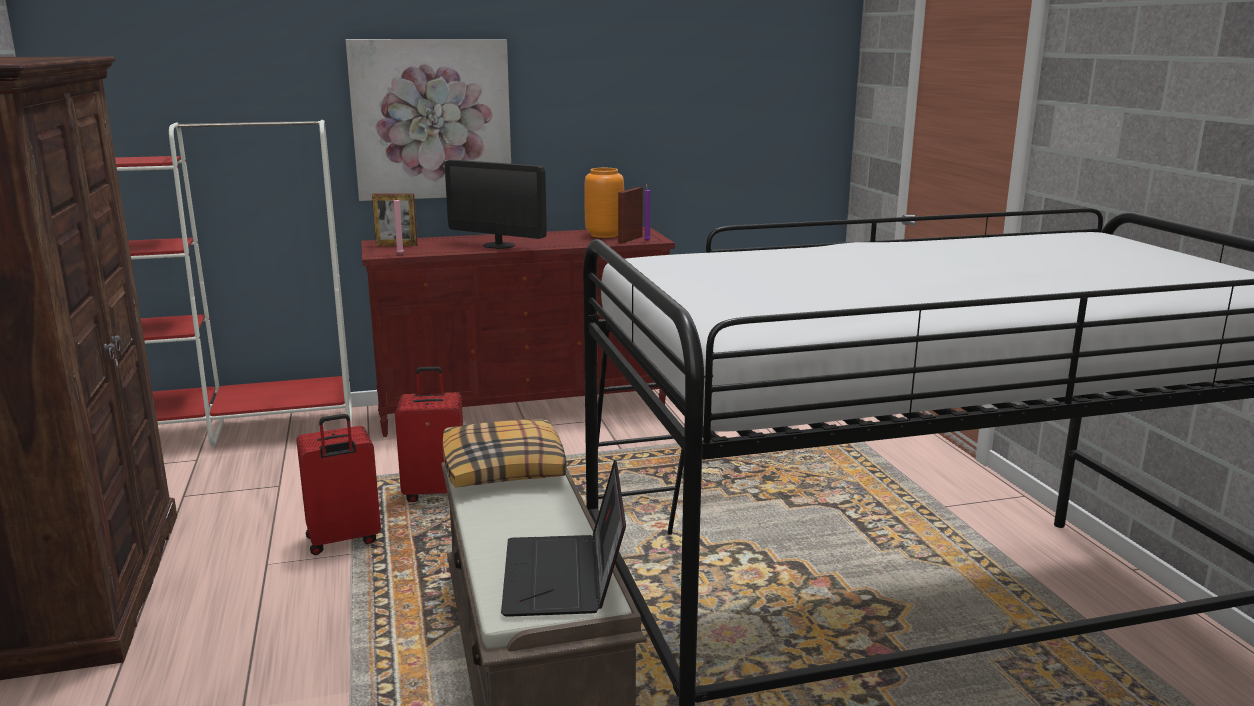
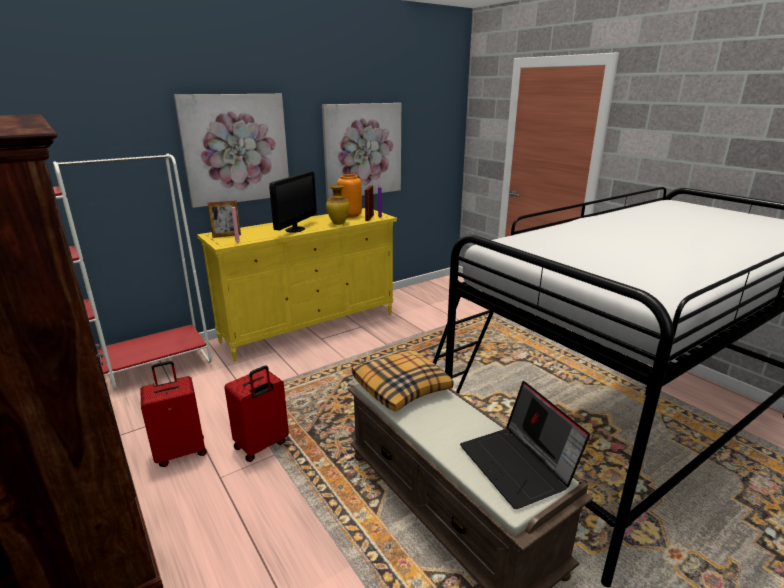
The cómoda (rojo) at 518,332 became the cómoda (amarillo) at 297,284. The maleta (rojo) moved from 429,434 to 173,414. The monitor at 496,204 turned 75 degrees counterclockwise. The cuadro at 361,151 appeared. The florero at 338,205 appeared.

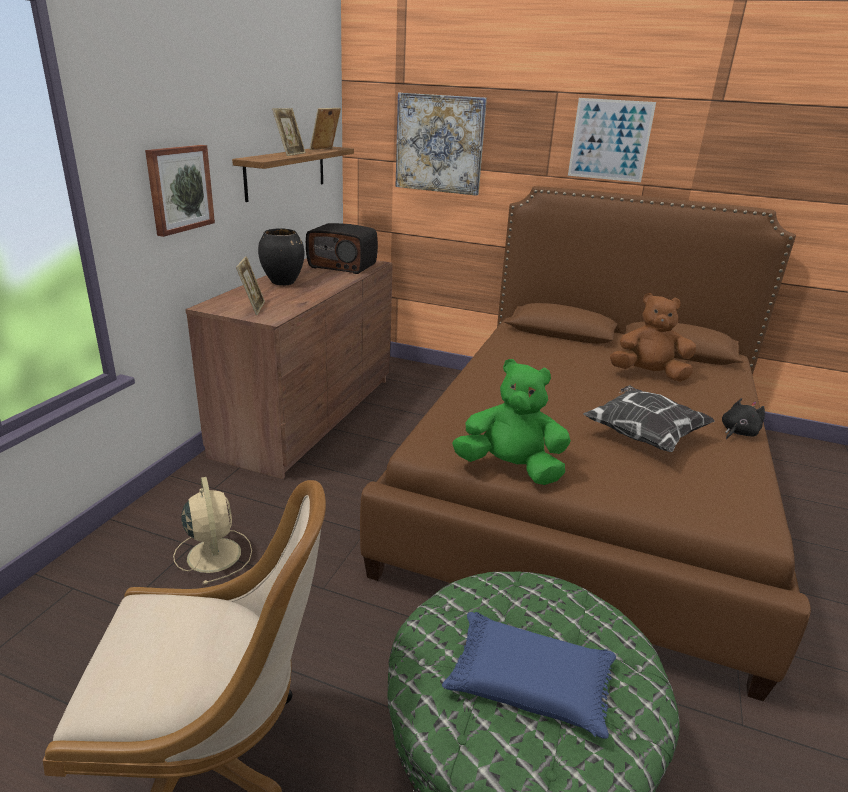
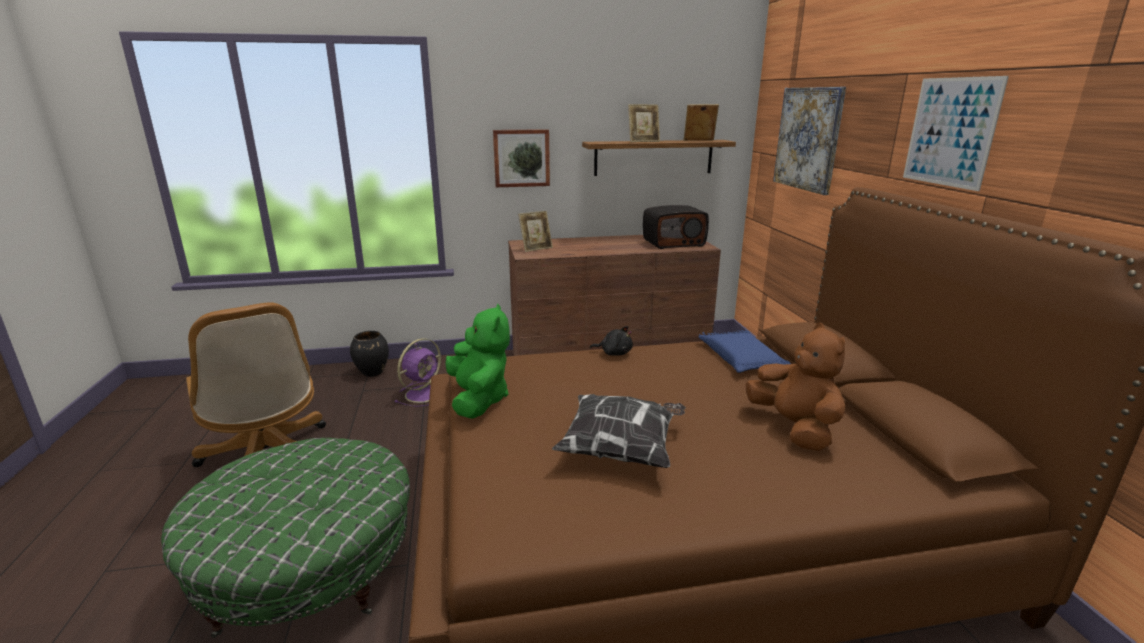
The ventilador (beis) at 212,531 became the ventilador (morado) at 418,372. The florero (negro) moved from 281,256 to 369,354. The radio at 342,248 turned 90 degrees counterclockwise. The cojín (azul) moved from 529,675 to 744,351. The peluche (negro) moved from 743,418 to 611,341.

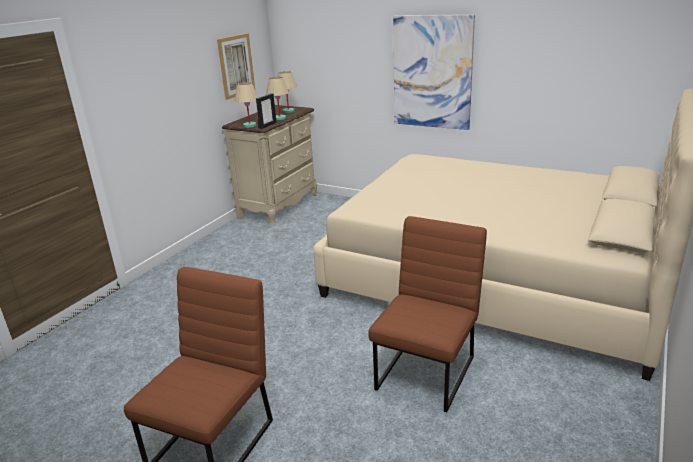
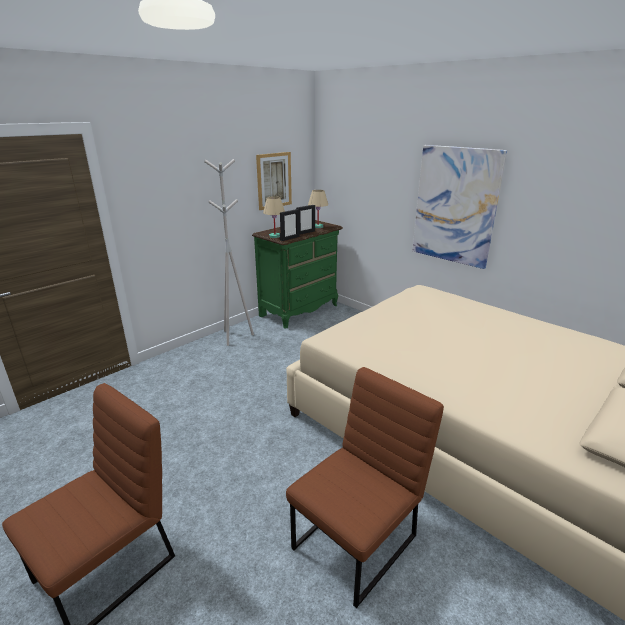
The cómoda (beis) at 269,165 became the cómoda (verde) at 297,274. The lámpara de mesa (beis) at 277,98 was replaced by the portarretratos at 305,220. The perchero (gris) at 229,252 appeared.

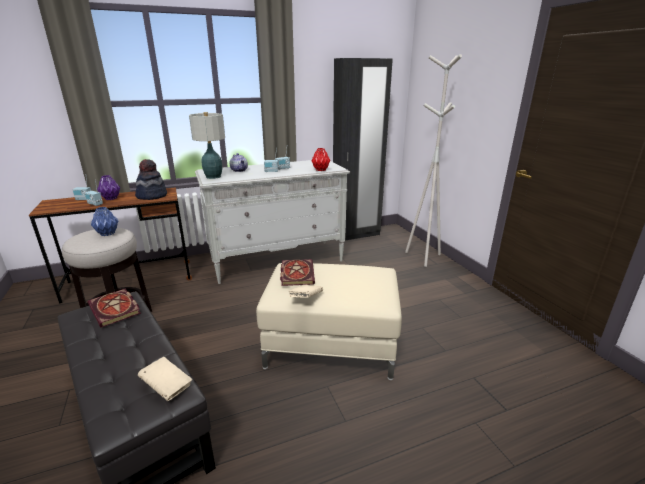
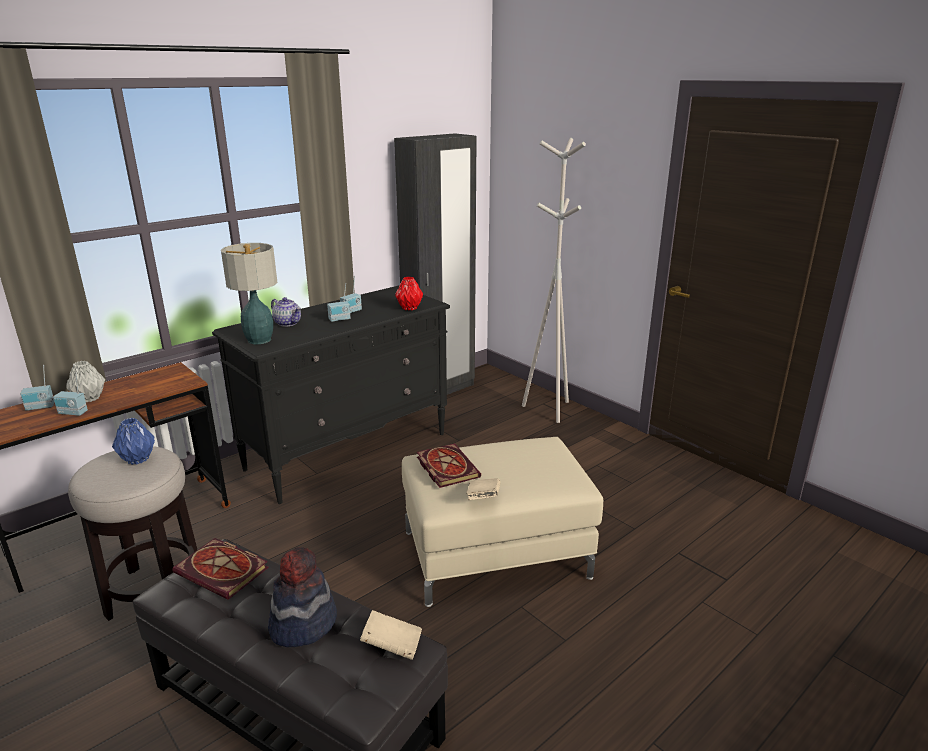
The florero (morado) at 108,187 became the florero (gris) at 85,382. The sombrero moved from 151,179 to 302,597. The cómoda (blanco) at 272,222 became the cómoda (negro) at 331,395.

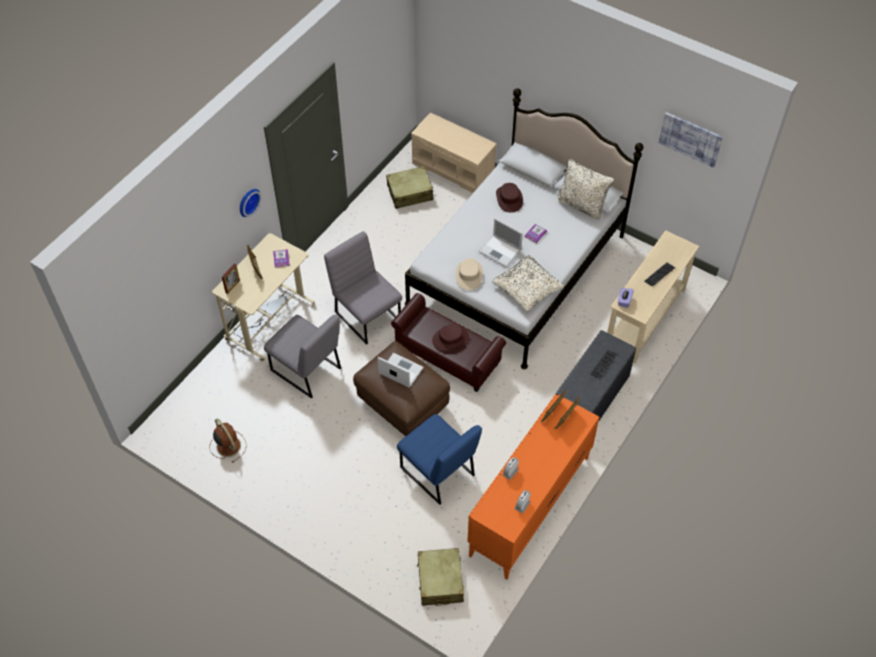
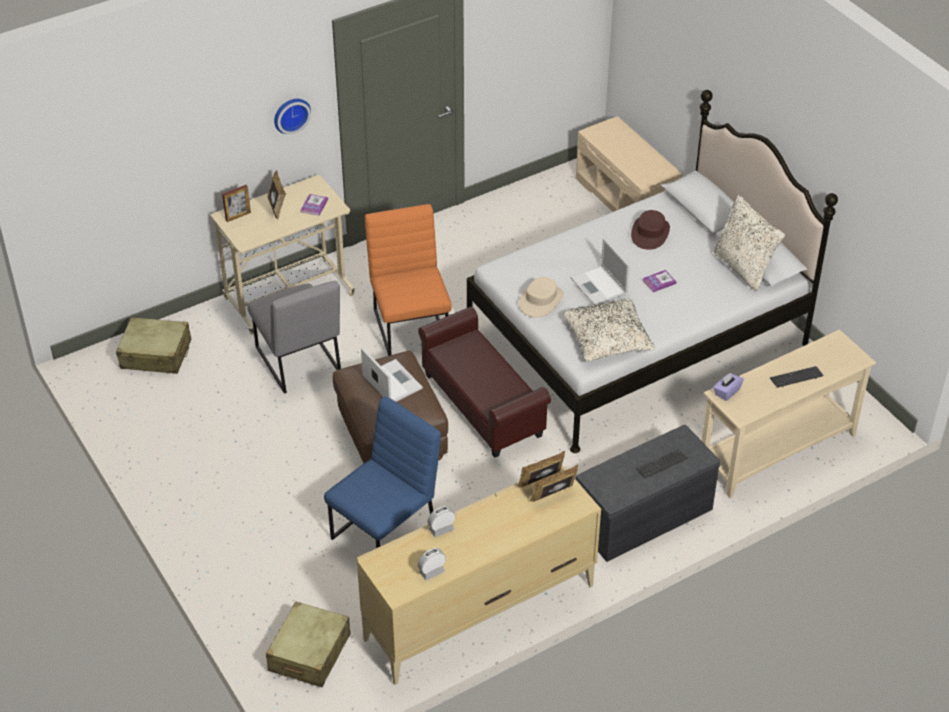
The ventilador (marrón) at 228,440 disappeared. The silla (gris) at 363,288 became the silla (naranja) at 408,280. The maleta (beis) moved from 409,187 to 153,345. The silla (azul) at 439,459 turned 120 degrees counterclockwise. The sombrero (marrón) at 450,337 disappeared. The cómoda (naranja) at 533,487 became the cómoda (beis) at 479,575. The cuadro at 691,140 disappeared.

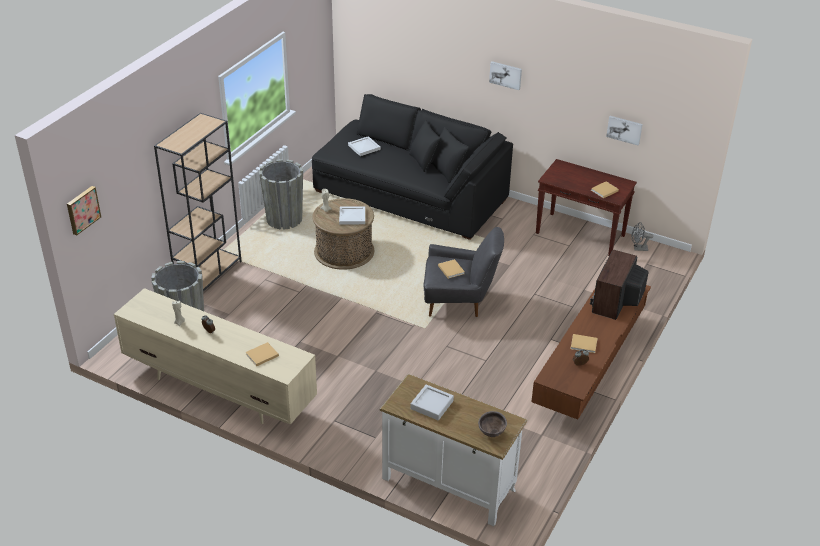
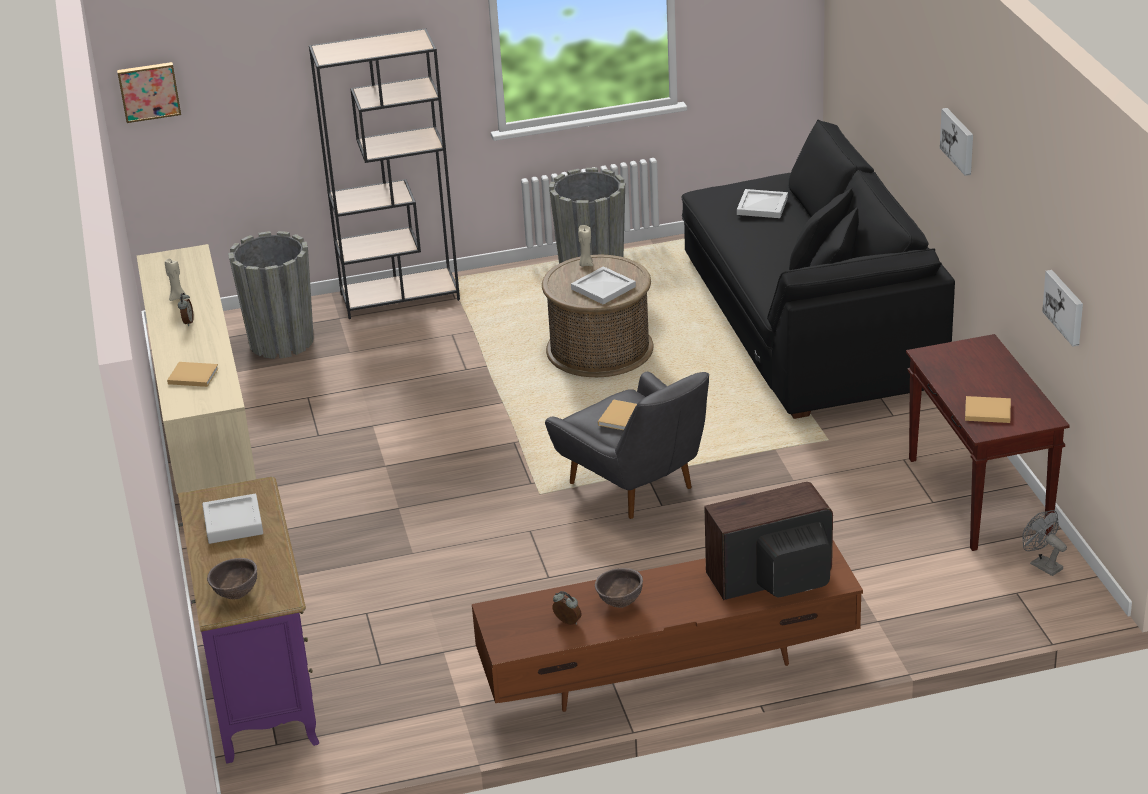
The cómoda (blanco) at 453,450 became the cómoda (morado) at 248,620. The libro (beis) at 584,343 was replaced by the cuenco (marrón) at 619,588.

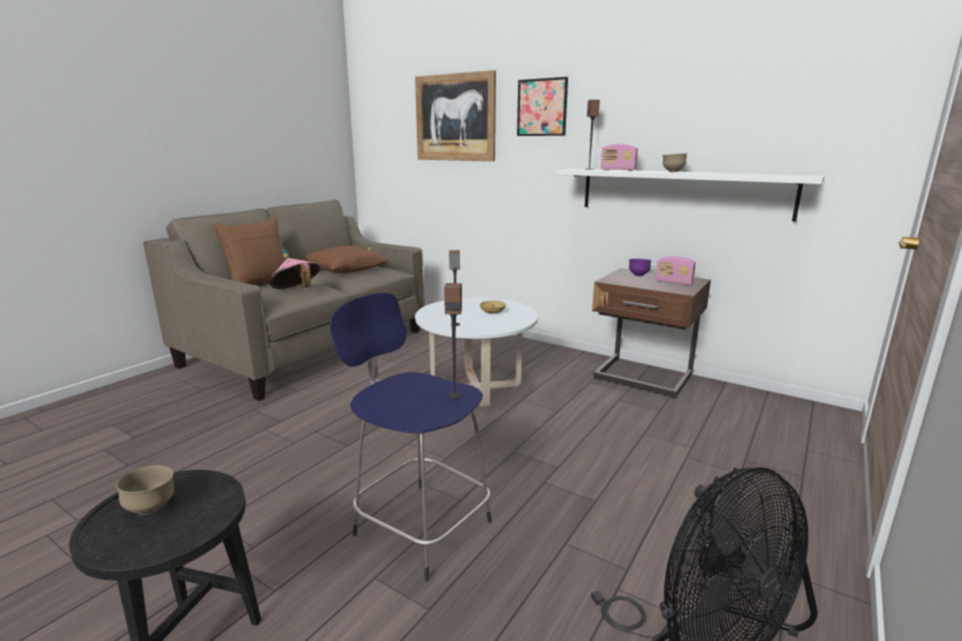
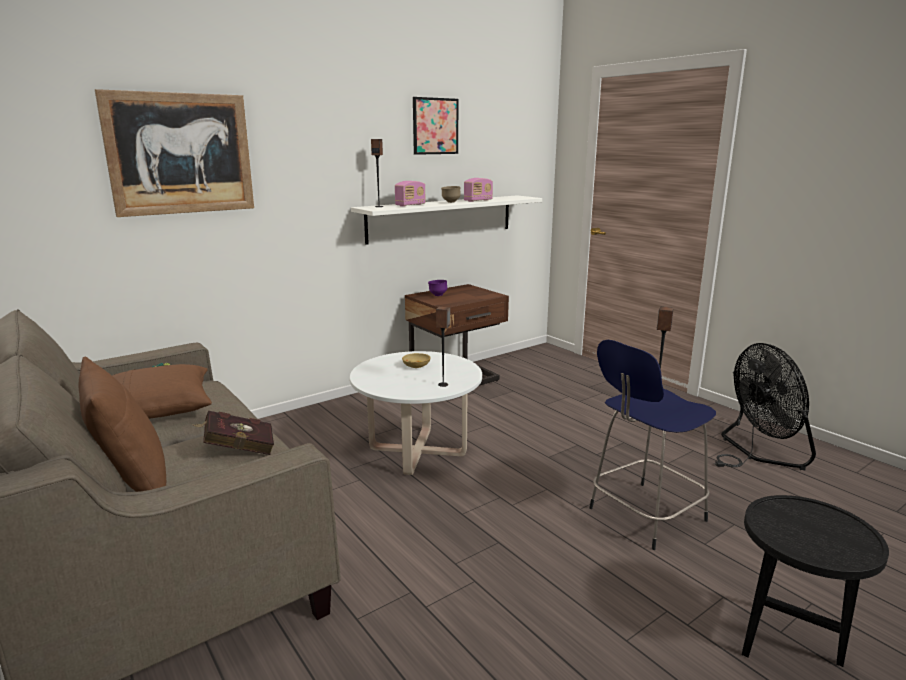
The cuenco (marrón) at 145,490 disappeared. The sombrero (rosa) at 294,273 was replaced by the libro (rojo) at 233,433. The cuadro moved from 542,106 to 435,126. The radio moved from 676,270 to 478,190.

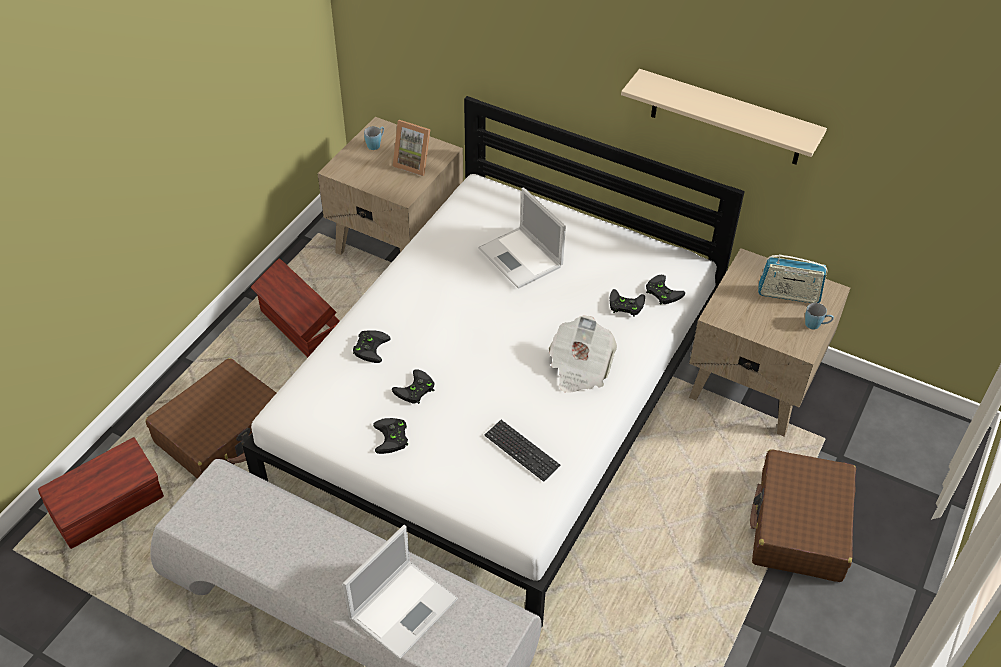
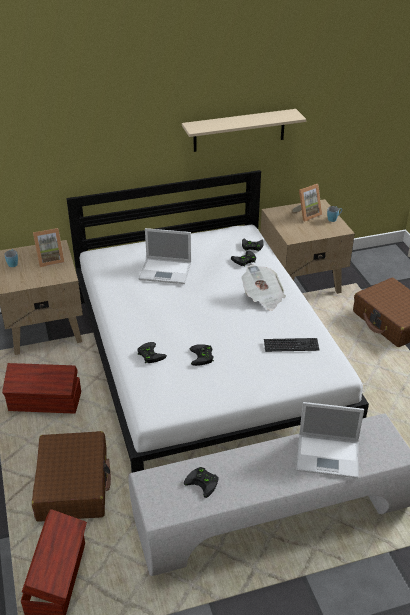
The portátil at 400,592 turned 105 degrees clockwise. The mando de consola (negro) moved from 390,436 to 201,482. The radio at 793,278 was replaced by the portarretratos at 307,202.

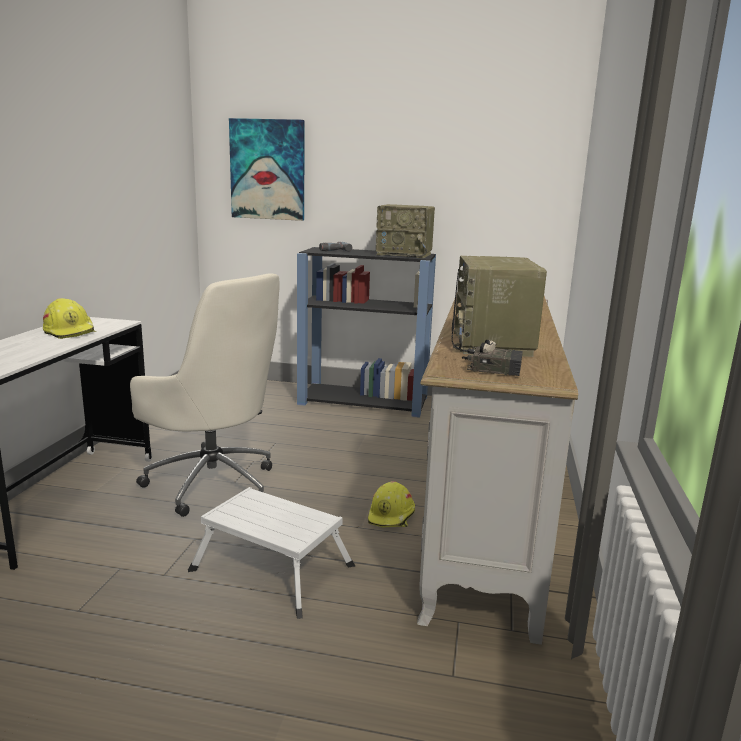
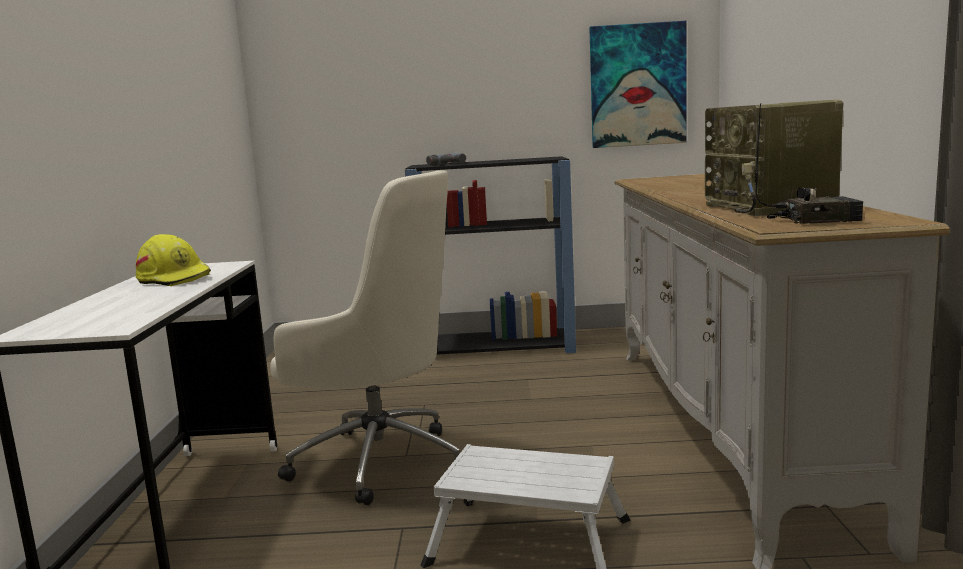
The cuadro moved from 267,169 to 637,84. The casco (amarillo) at 391,504 disappeared. The radio at 405,231 disappeared.

